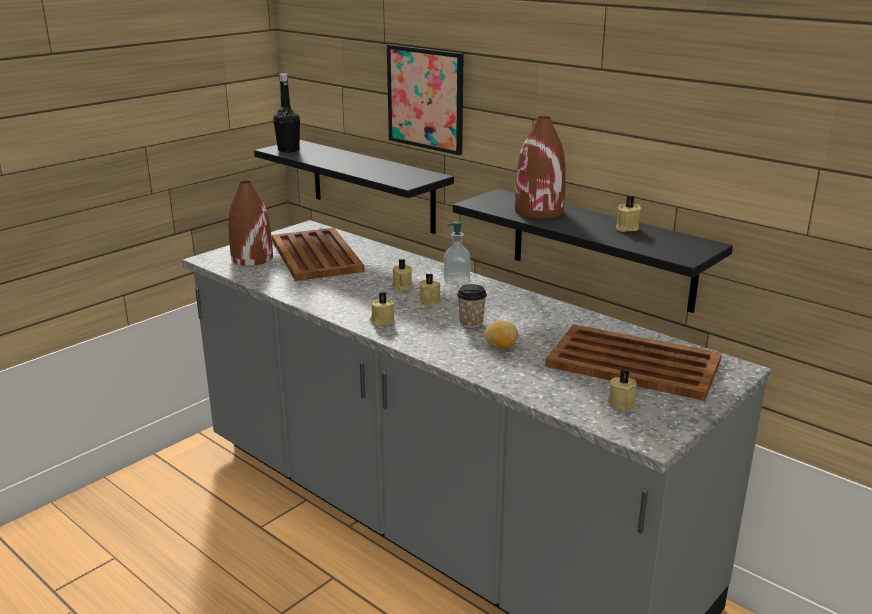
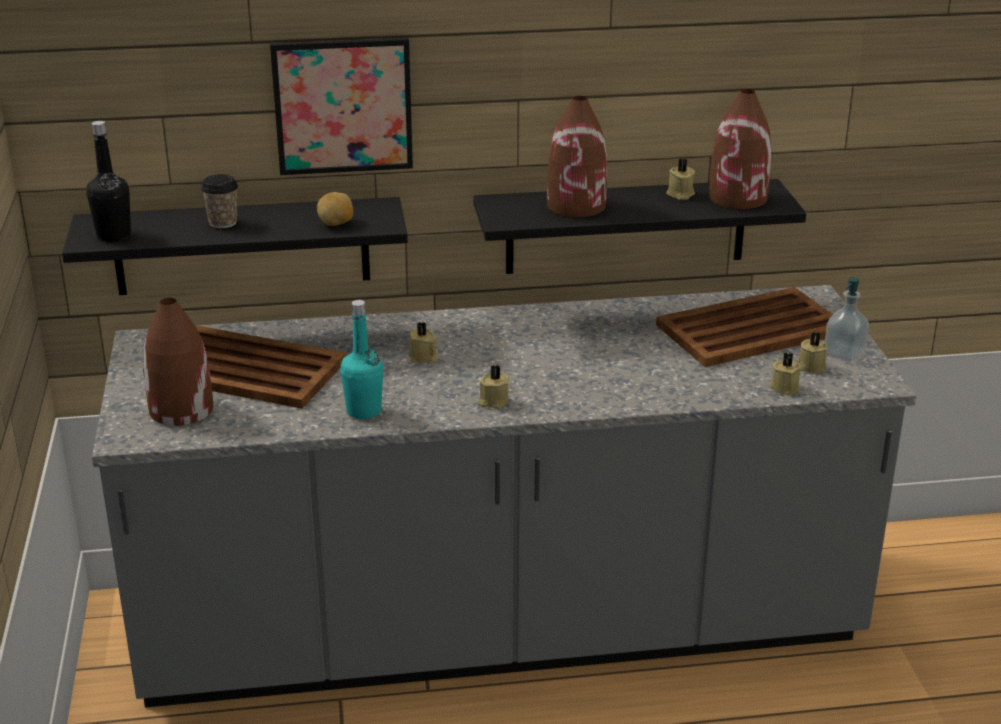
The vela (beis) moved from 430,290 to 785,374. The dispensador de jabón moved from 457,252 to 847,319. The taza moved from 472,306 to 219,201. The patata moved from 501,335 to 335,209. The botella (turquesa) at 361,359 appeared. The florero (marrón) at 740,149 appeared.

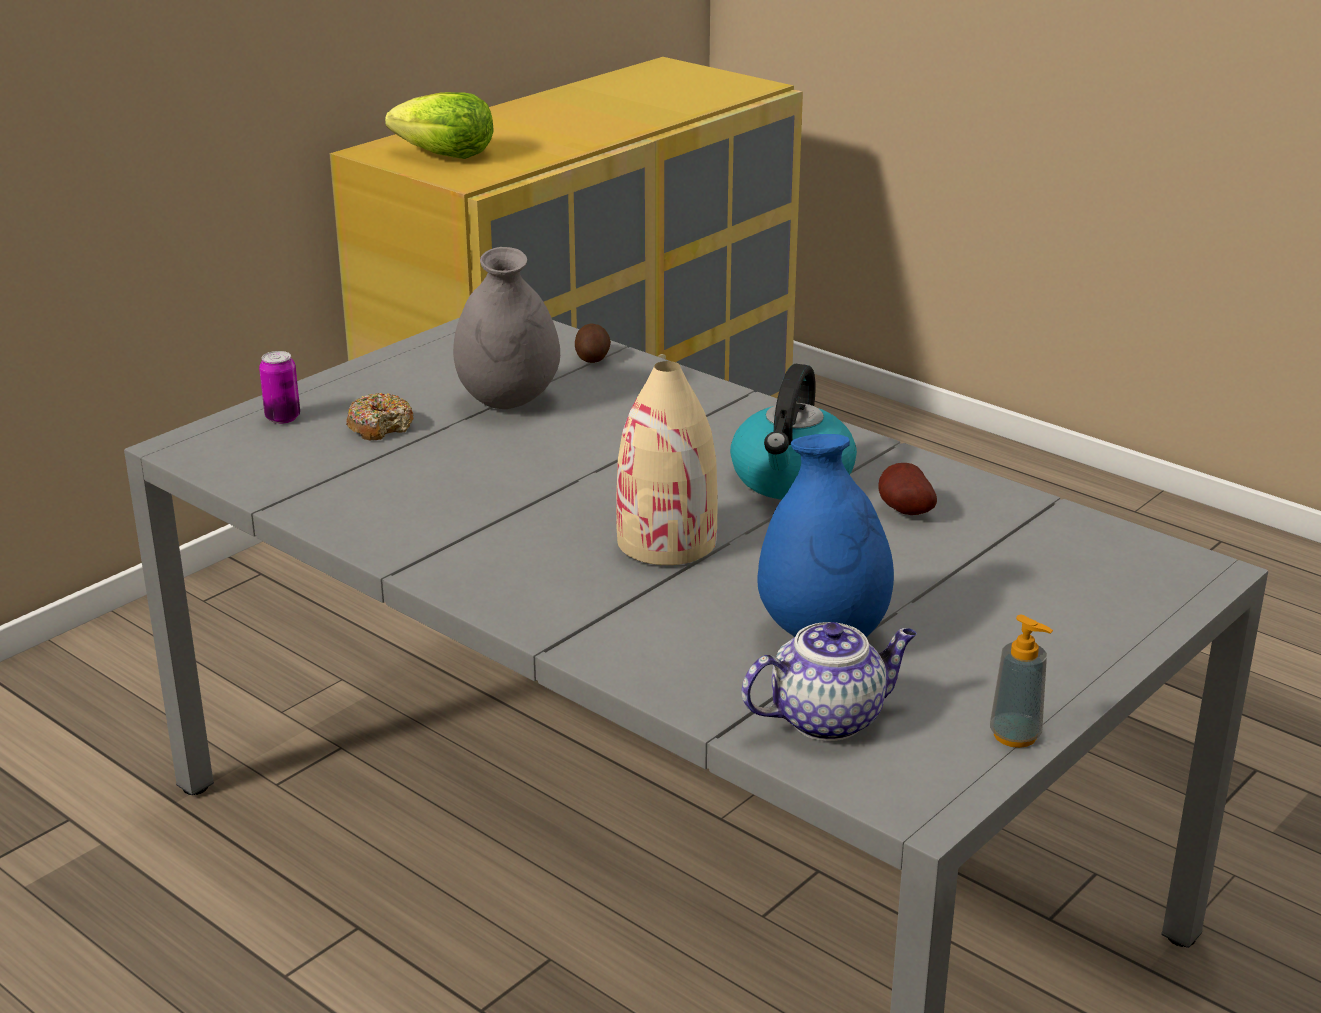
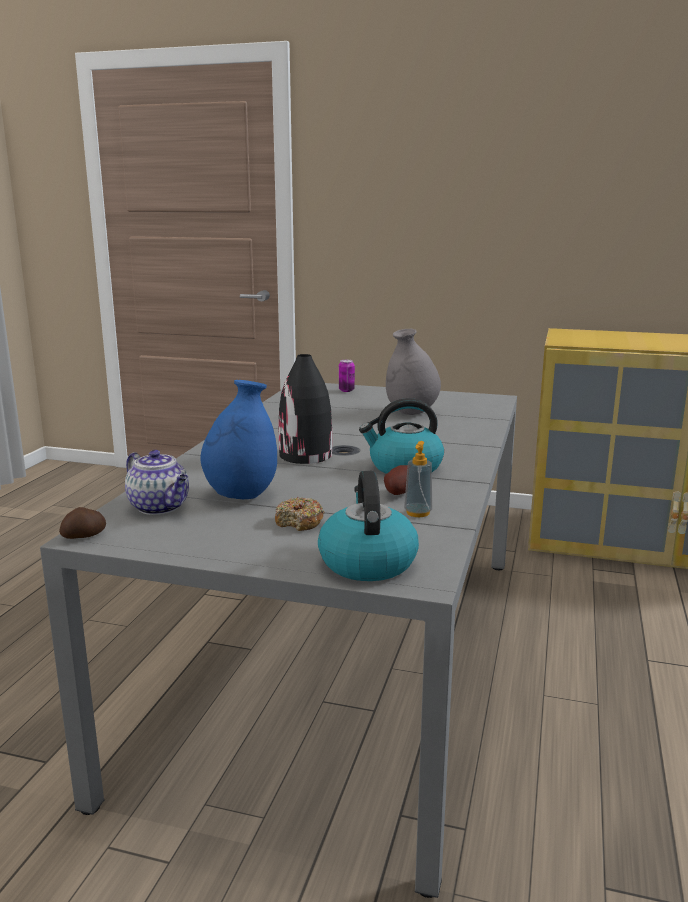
The rosquilla moved from 379,417 to 299,514. The lechuga at 439,125 disappeared. The patata moved from 593,343 to 82,523. The florero (beis) at 667,463 became the florero (negro) at 305,409. The dispensador de jabón moved from 1021,681 to 418,479. The hervidor at 368,526 appeared.

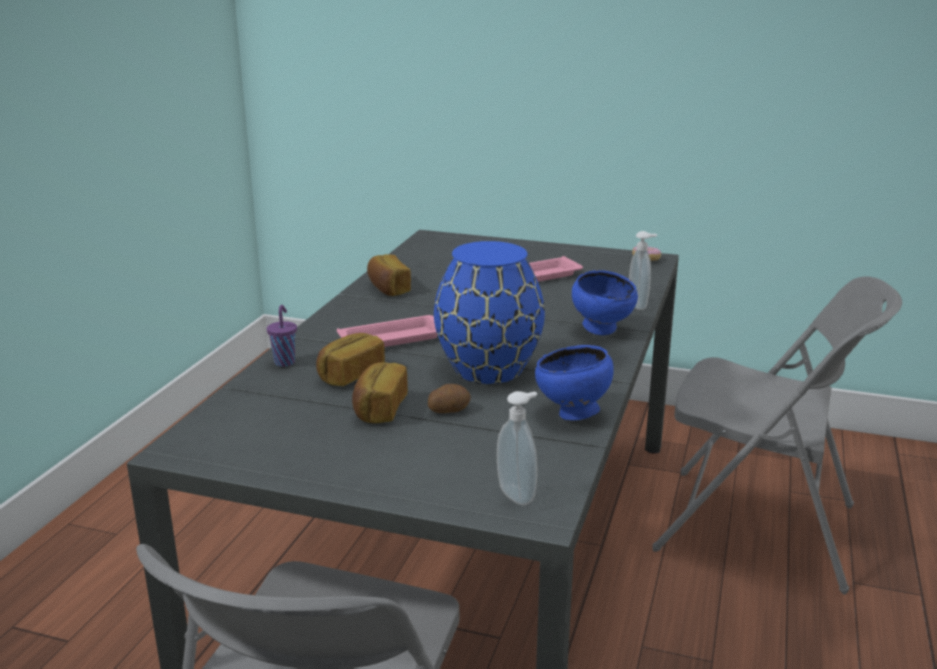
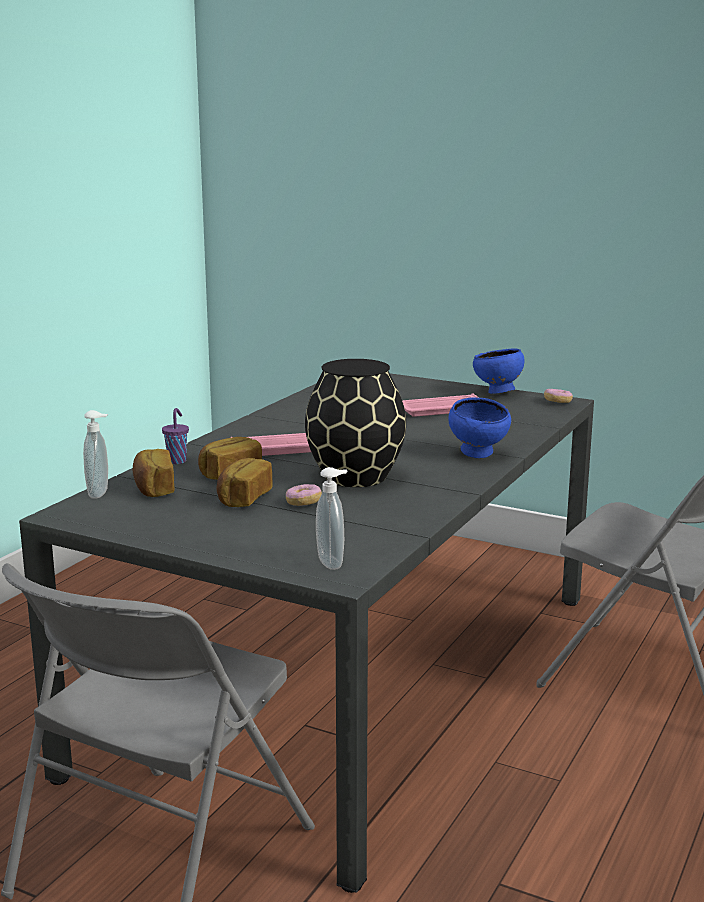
The pan moved from 389,275 to 153,473. The patata at 449,398 was replaced by the rosquilla at 304,495. The florero (azul) at 489,312 became the florero (negro) at 355,423. The cuenco (azul) moved from 574,382 to 498,371. The dispensador de jabón moved from 643,270 to 95,454.

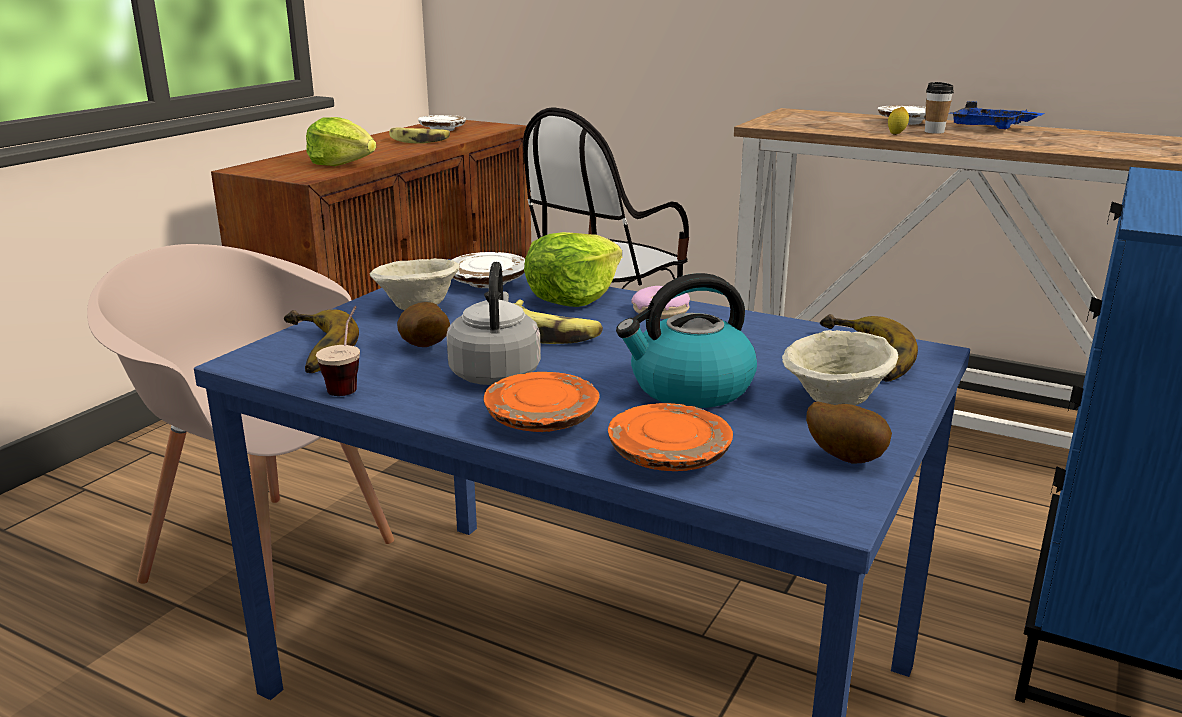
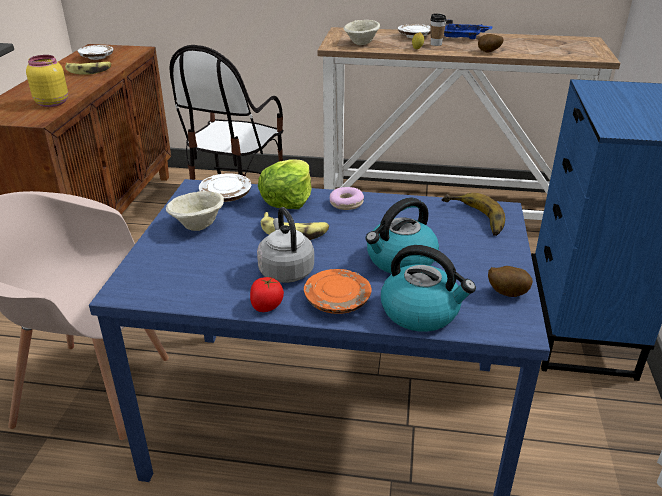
The plátano at 321,341 disappeared. The lechuga at 341,141 was replaced by the tarro (amarillo) at 47,81. The taza at 338,351 disappeared. The patata moved from 423,324 to 491,43. The plato (naranja) at 670,437 was replaced by the hervidor at 428,288. The cuenco (beis) moved from 840,368 to 362,32. The tomate at 267,294 appeared.

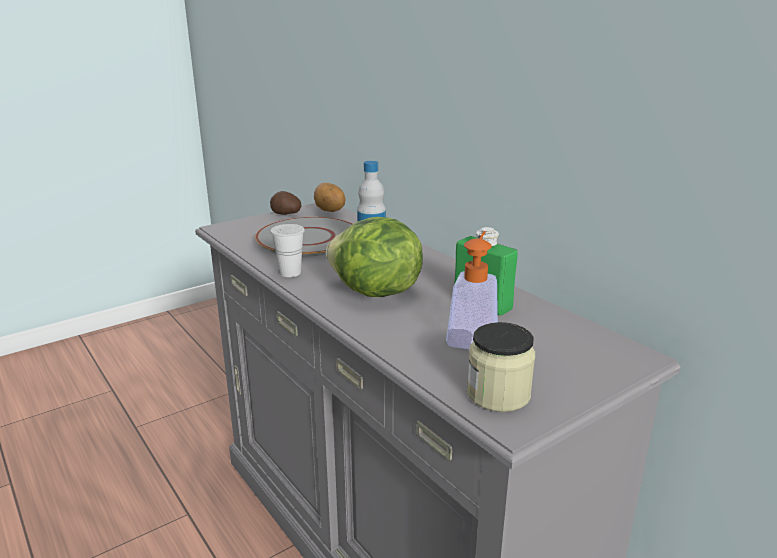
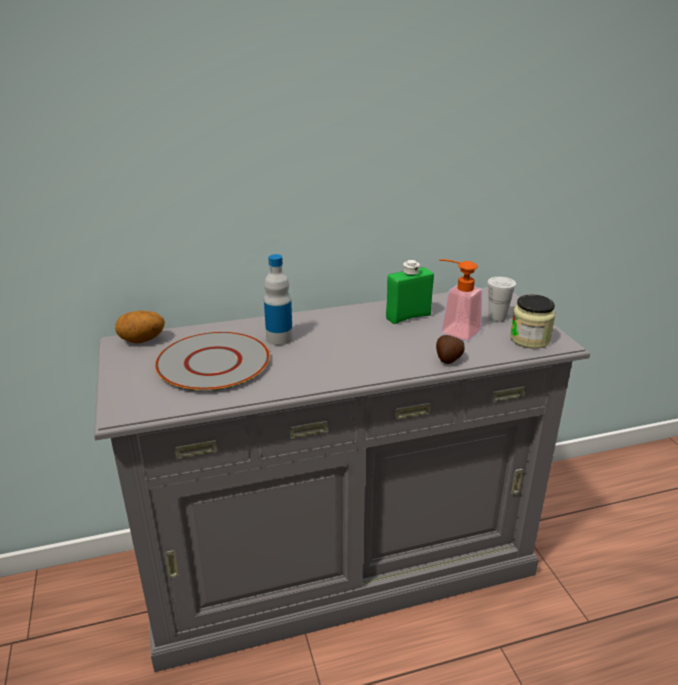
The patata moved from 285,203 to 450,349. The taza (blanco) moved from 287,250 to 501,299. The lechuga at 374,257 disappeared.

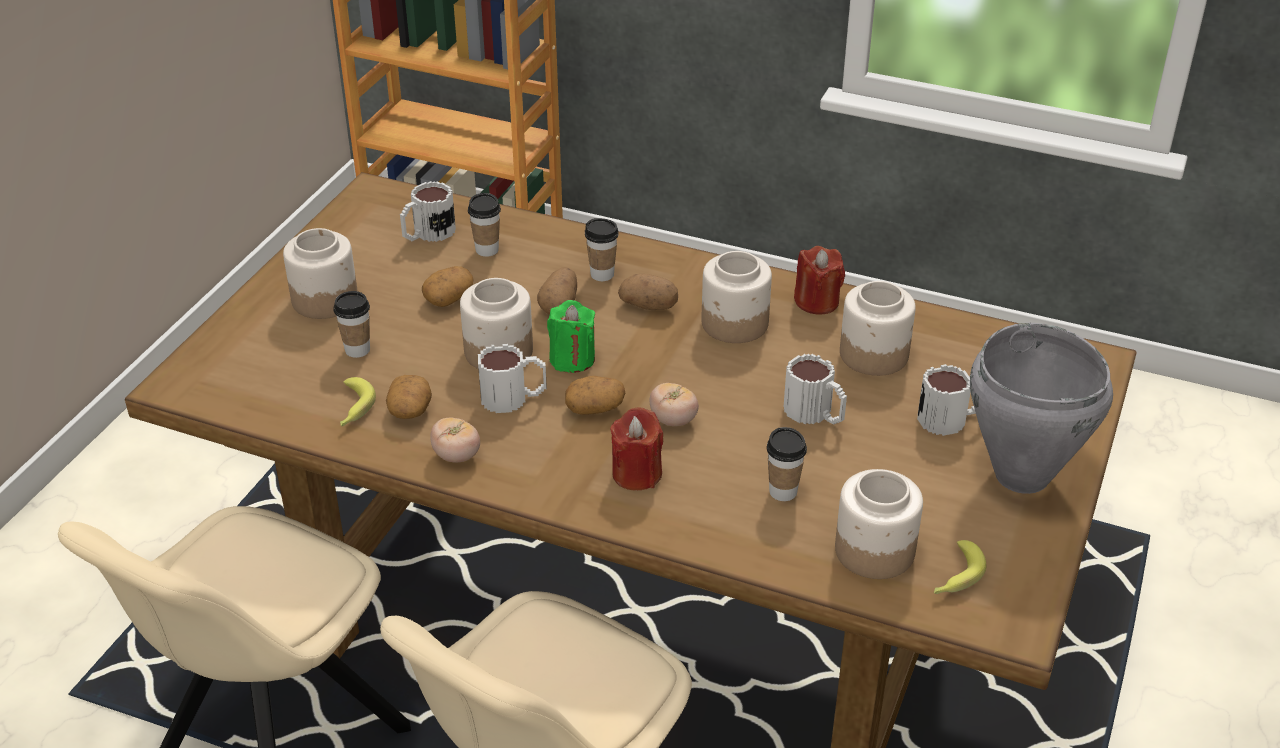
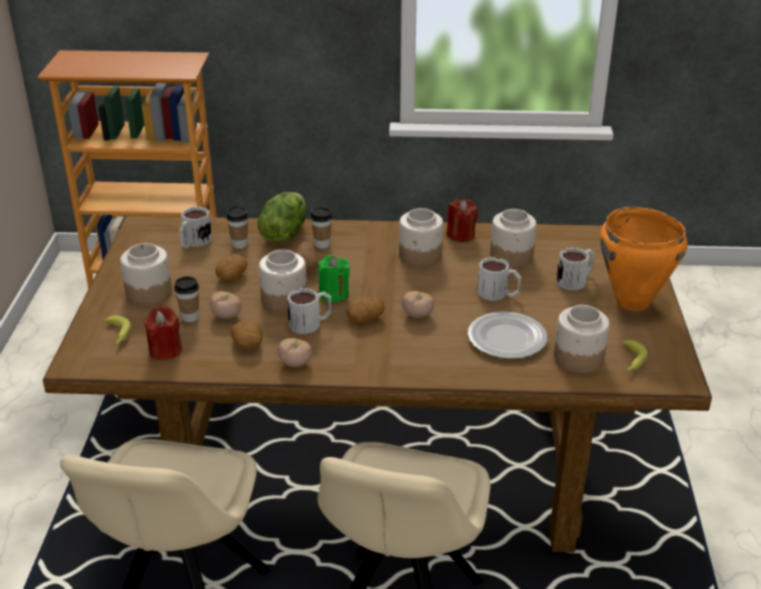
The plátano moved from 358,402 to 118,330. The vela (rojo) moved from 636,449 to 162,333. The patata at 648,292 disappeared. The taza at 787,464 was replaced by the plato at 507,335. The olla (gris) at 1041,408 became the olla (naranja) at 644,259. The tomate at 225,305 appeared. The lechuga at 281,217 appeared.

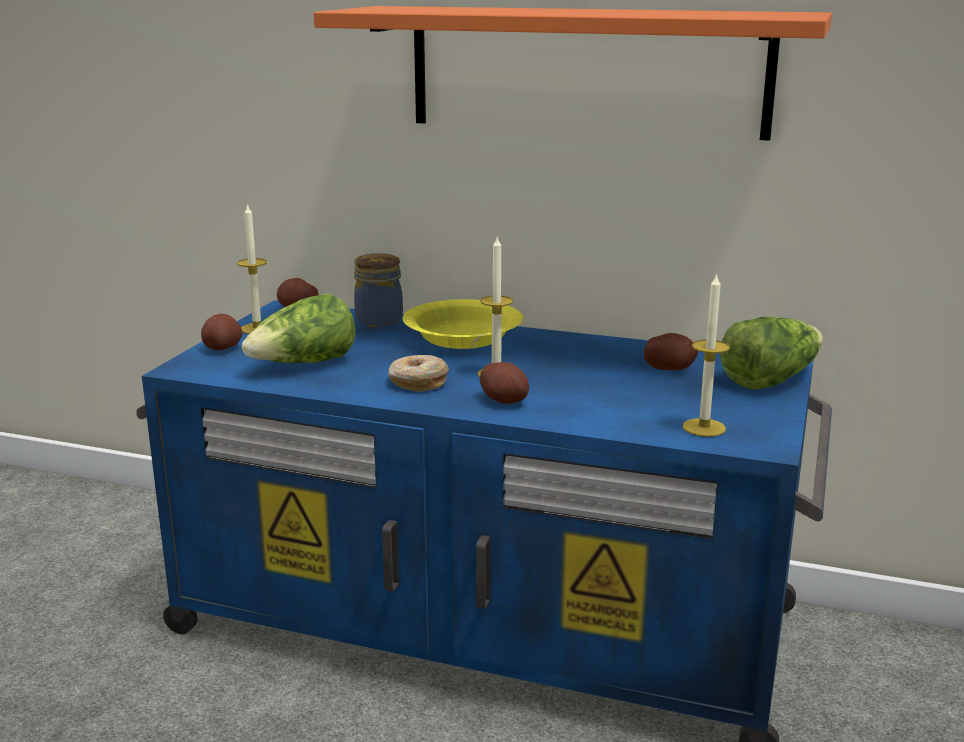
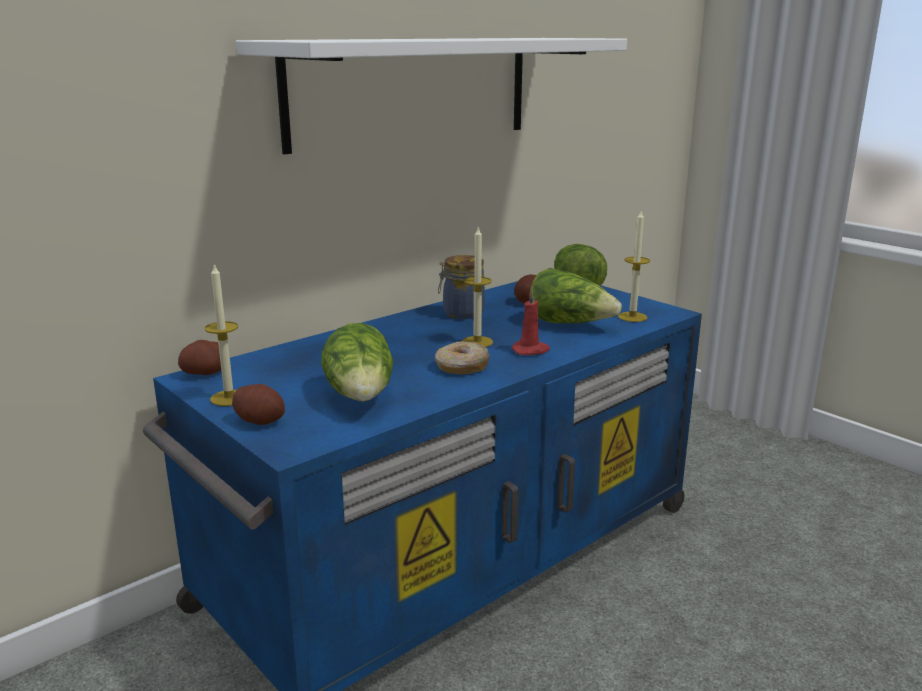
The estante (naranja) at 572,73 became the estante (blanco) at 431,96. The tarro moved from 378,290 to 461,287. The cuenco (amarillo) at 463,324 disappeared. The patata at 504,383 was replaced by the vela (rojo) at 530,322. The lechuga at 575,295 appeared.

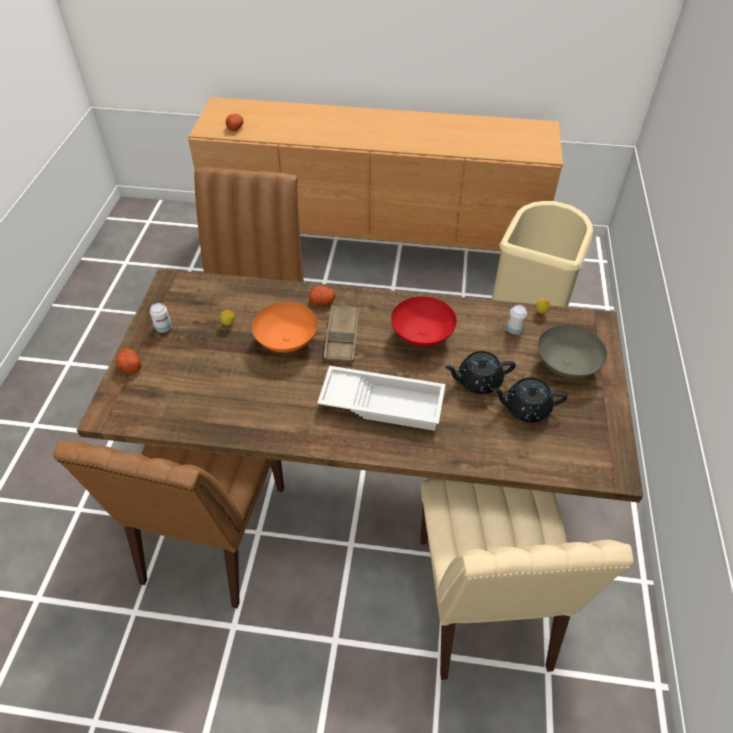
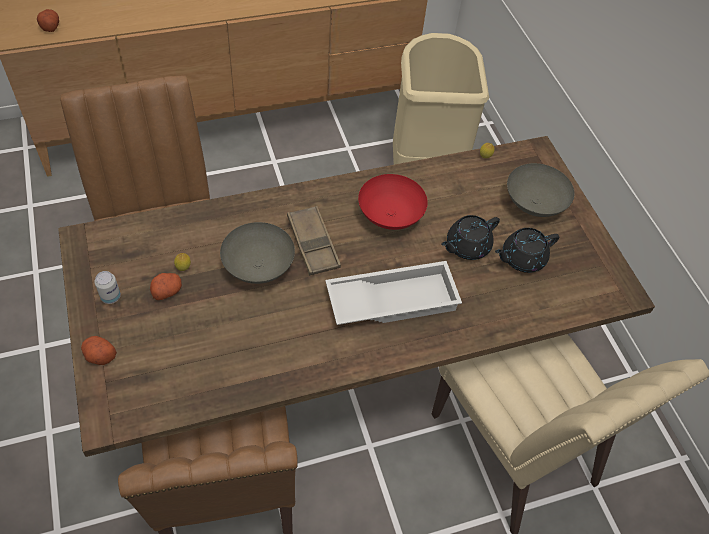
The cuenco (naranja) at 285,327 became the cuenco (gris) at 257,253. The patata moved from 322,296 to 166,286. The lata at 517,319 disappeared.

